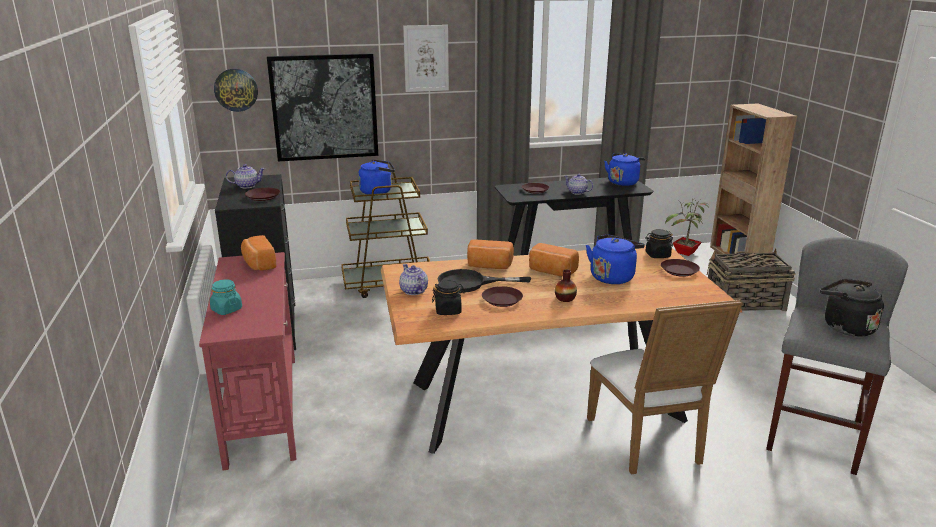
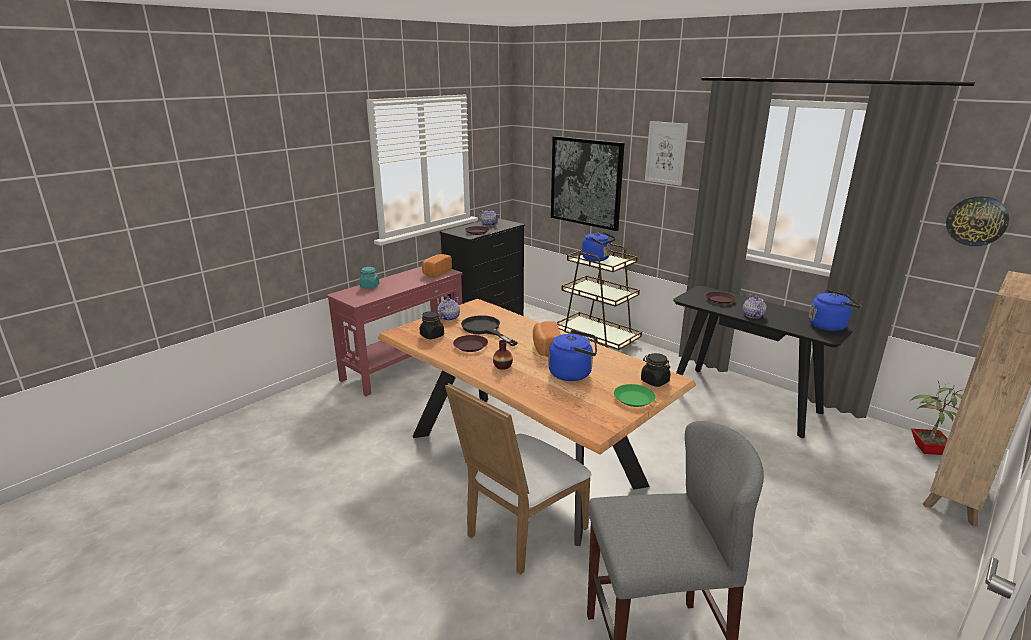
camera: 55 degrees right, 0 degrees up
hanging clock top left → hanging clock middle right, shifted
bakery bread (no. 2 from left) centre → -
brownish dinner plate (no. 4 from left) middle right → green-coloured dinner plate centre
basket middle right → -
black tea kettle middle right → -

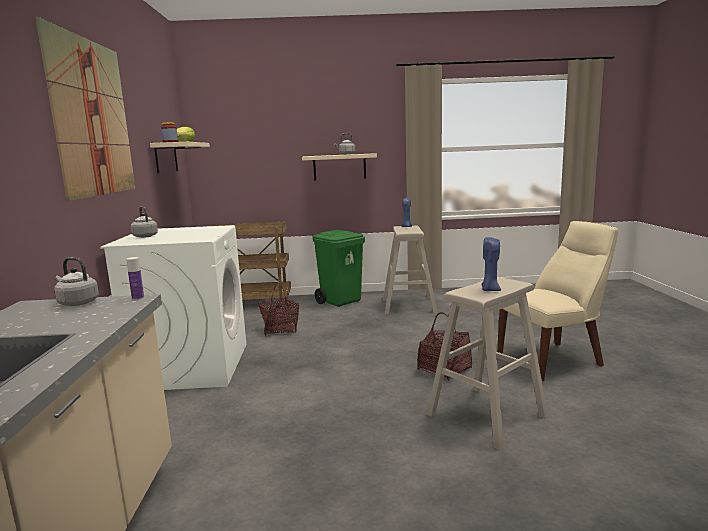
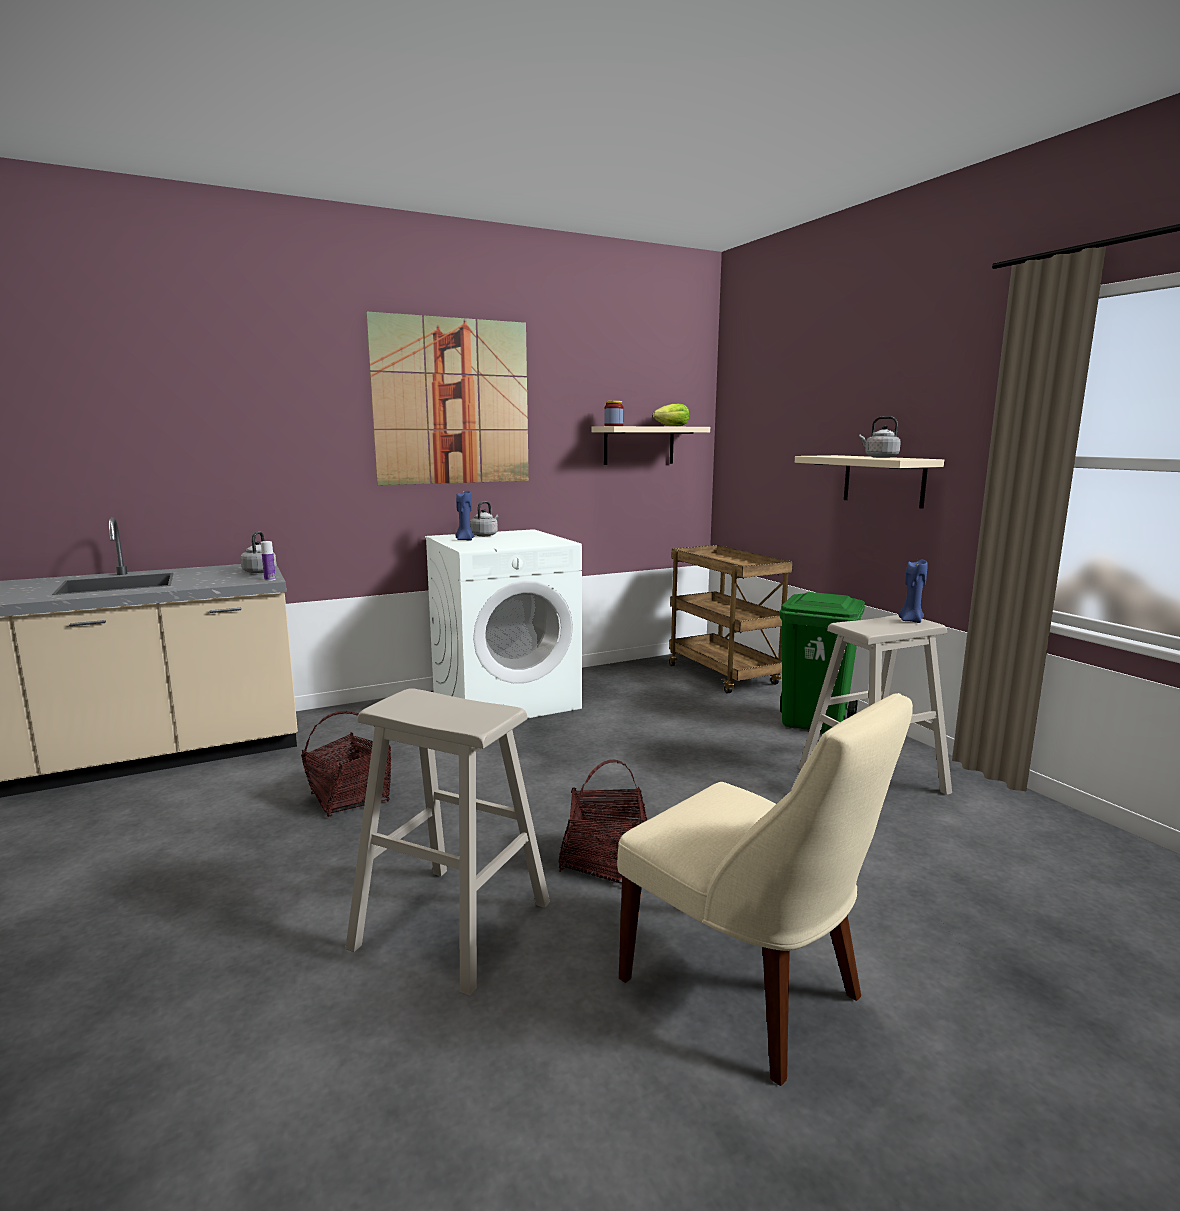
camera: 65 degrees right, 0 degrees up
basket (no. 1 from left) centre → basket (no. 1 from left) middle left, shifted
blue wax light (no. 2 from left in the first image) middle right → blue wax light (no. 1 from left) centre, shifted

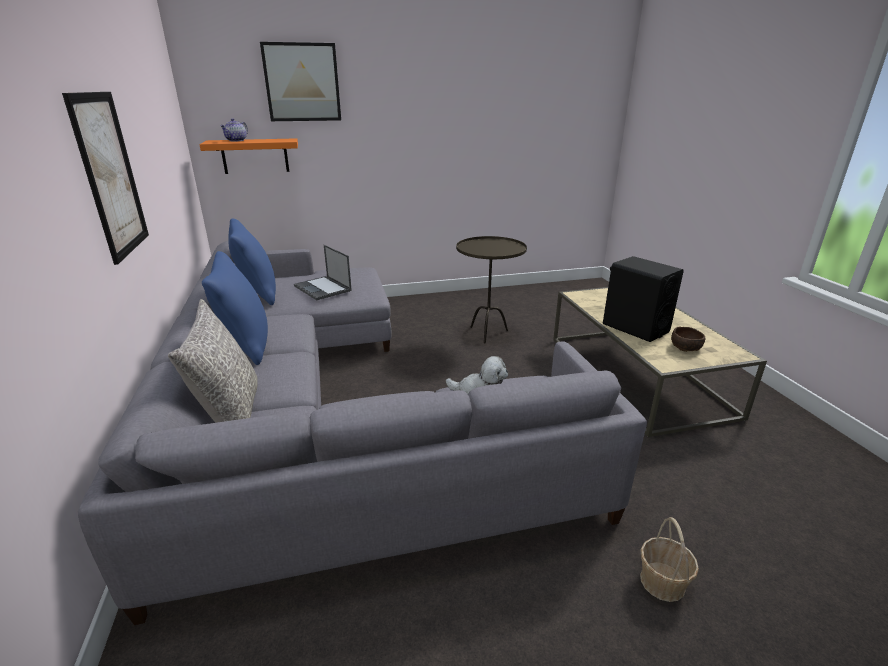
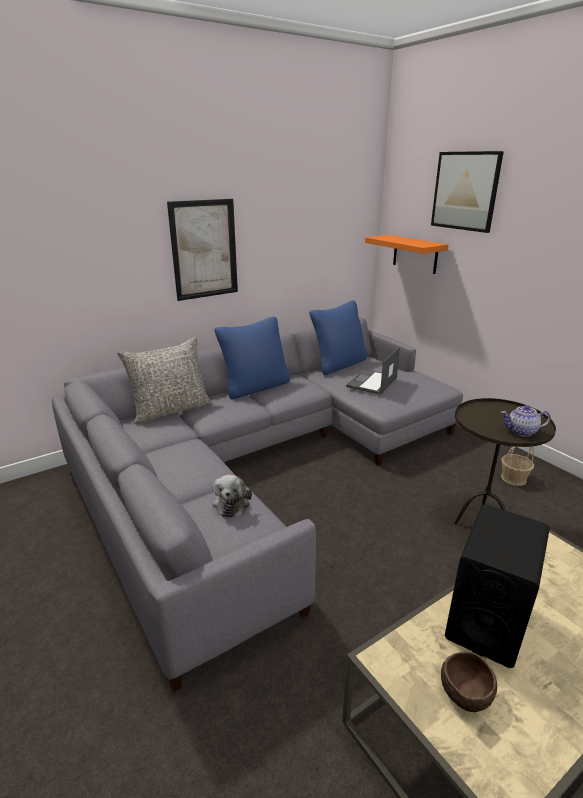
camera: 70 degrees right, 0 degrees up
teapot top left → teapot middle right, shifted
basket bottom right → basket middle right, shifted

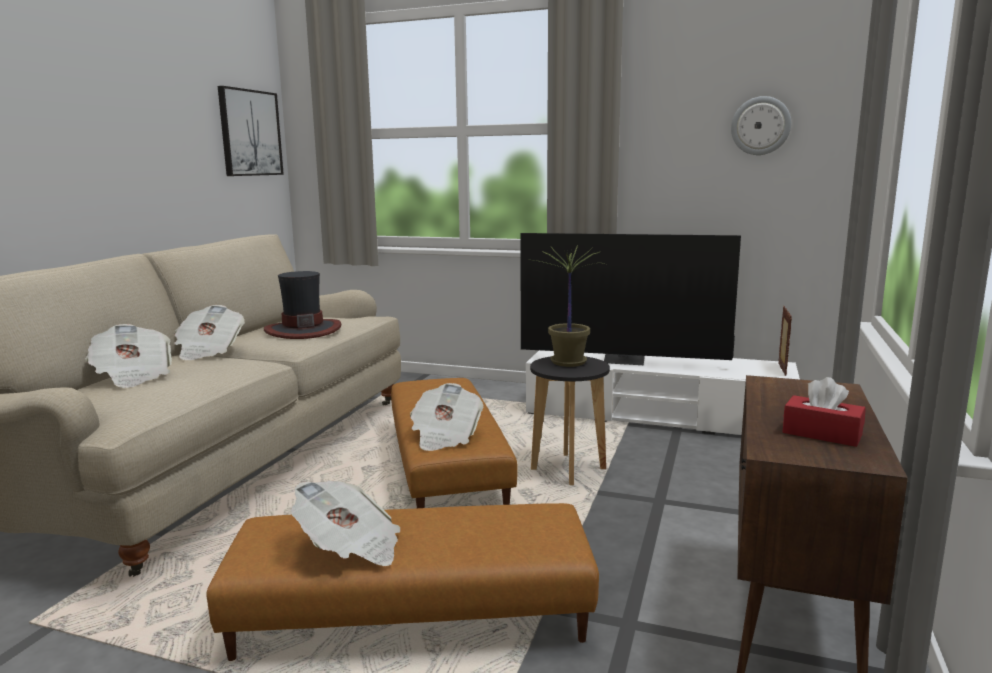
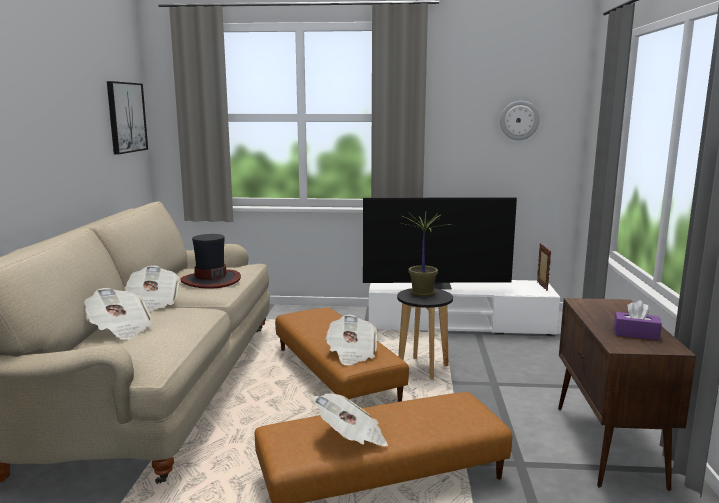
camera: 15 degrees left, 0 degrees up
red-coloured tissue holder middle right → purple-coloured tissue holder middle right

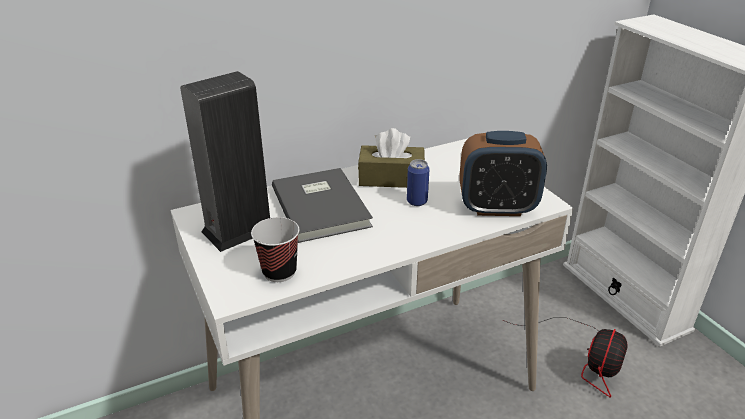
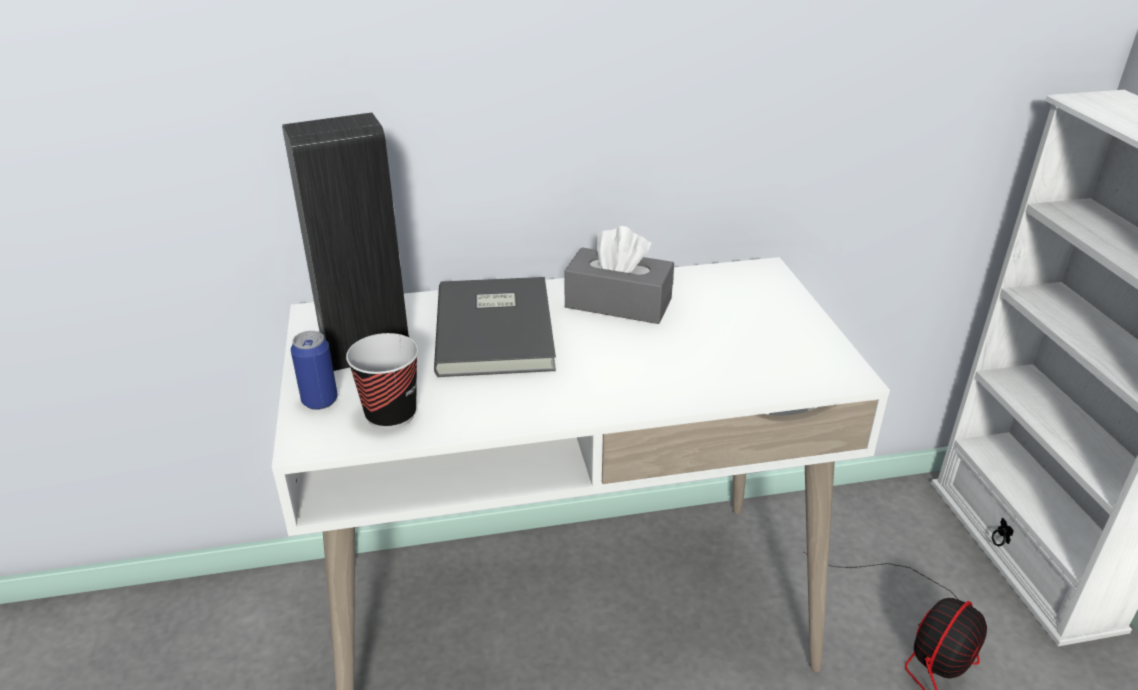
camera: 15 degrees right, 0 degrees up
brownish tissue holder centre → greyish tissue holder centre
sealed can centre → sealed can middle left, shifted
table clock middle right → -

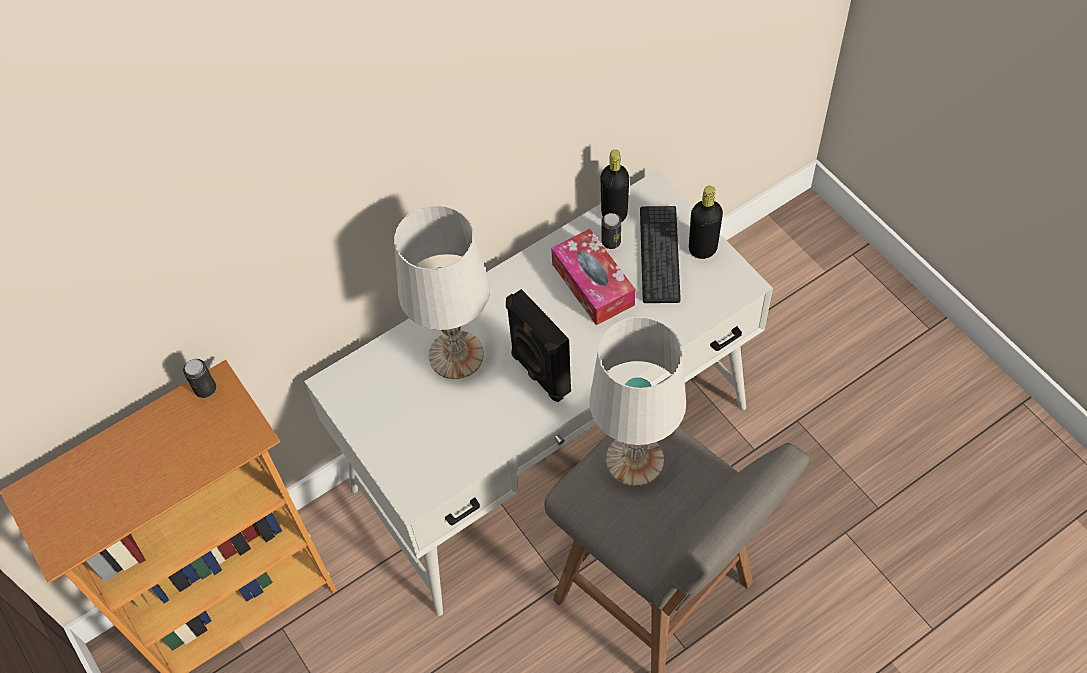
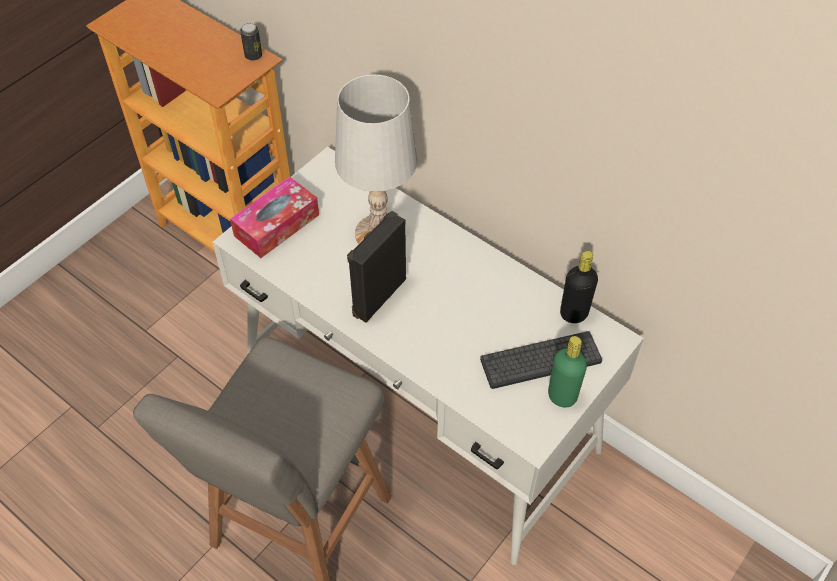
camera: 70 degrees right, 5 degrees down
tissue holder centre → tissue holder middle left, shifted
white table lamp (no. 2 from left) centre → -
sealed can (no. 2 from left) centre → -
black drink bottle (no. 2 from left) top centre → green-coloured drink bottle middle right

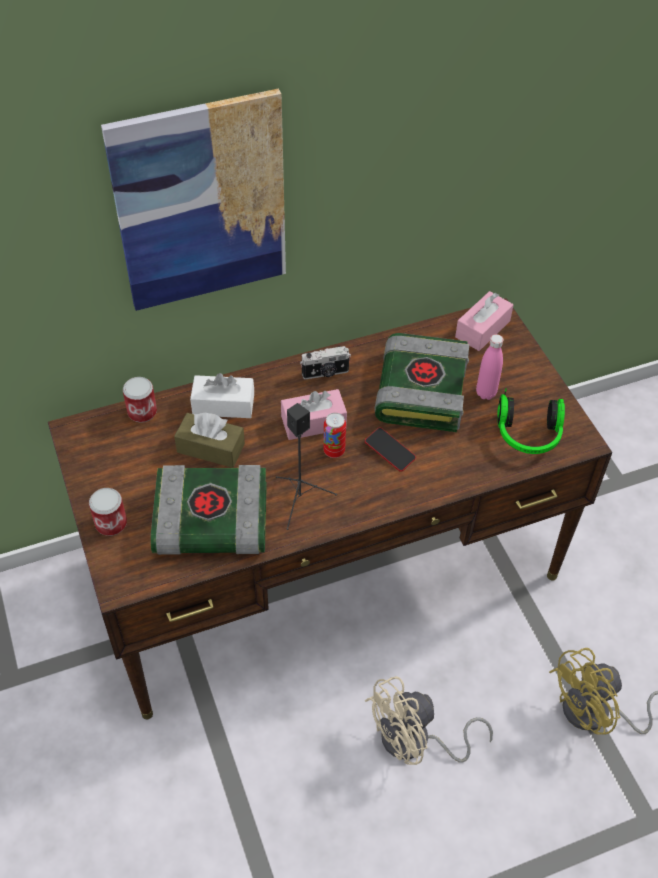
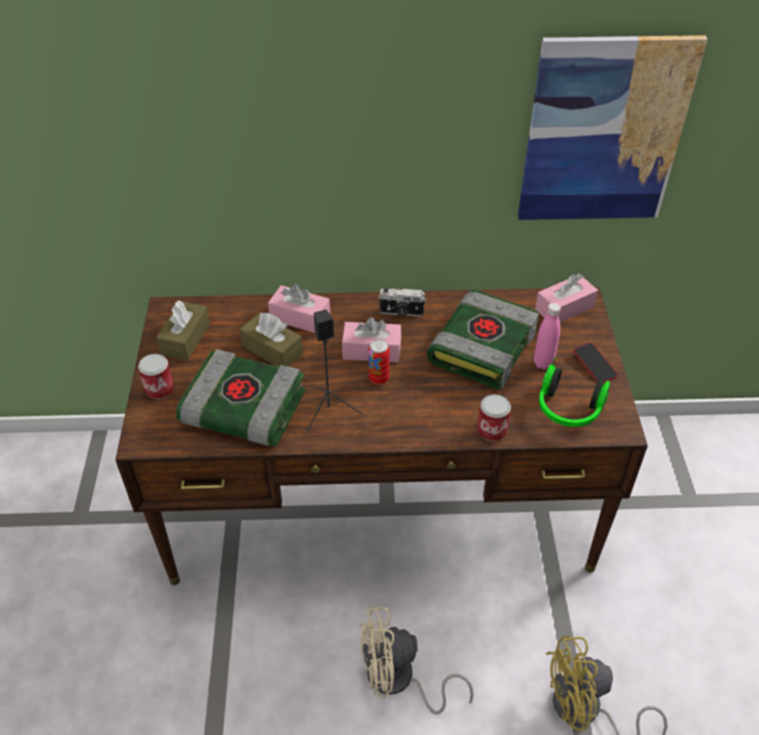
camera: 20 degrees right, 5 degrees down
picture top left → picture top right, shifted
sealed can (no. 2 from left in the first image) middle left → sealed can (no. 3 from left) centre, shifted
white tissue holder centre → pink tissue holder (no. 1 from left) centre
handset centre → handset middle right, shifted
- → brownish tissue holder (no. 1 from left) middle left

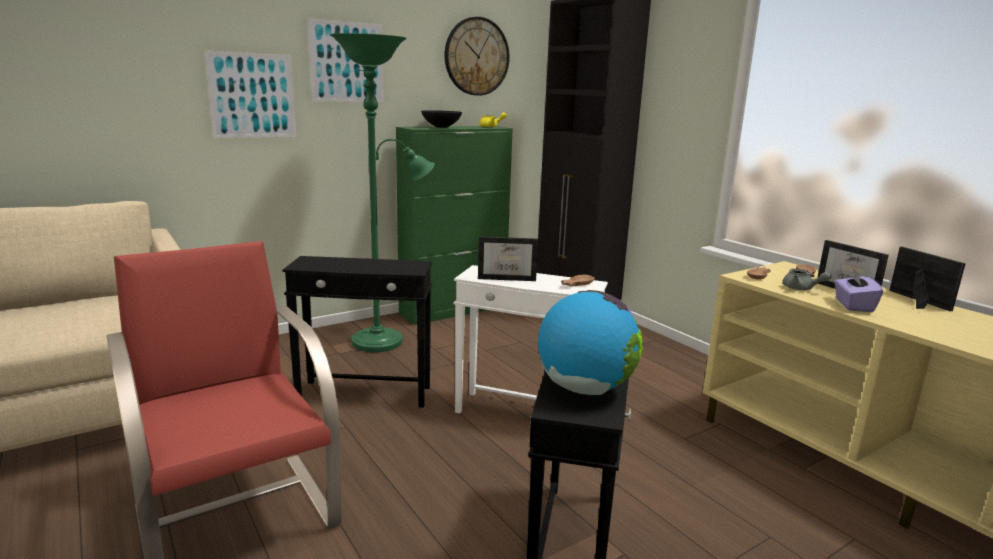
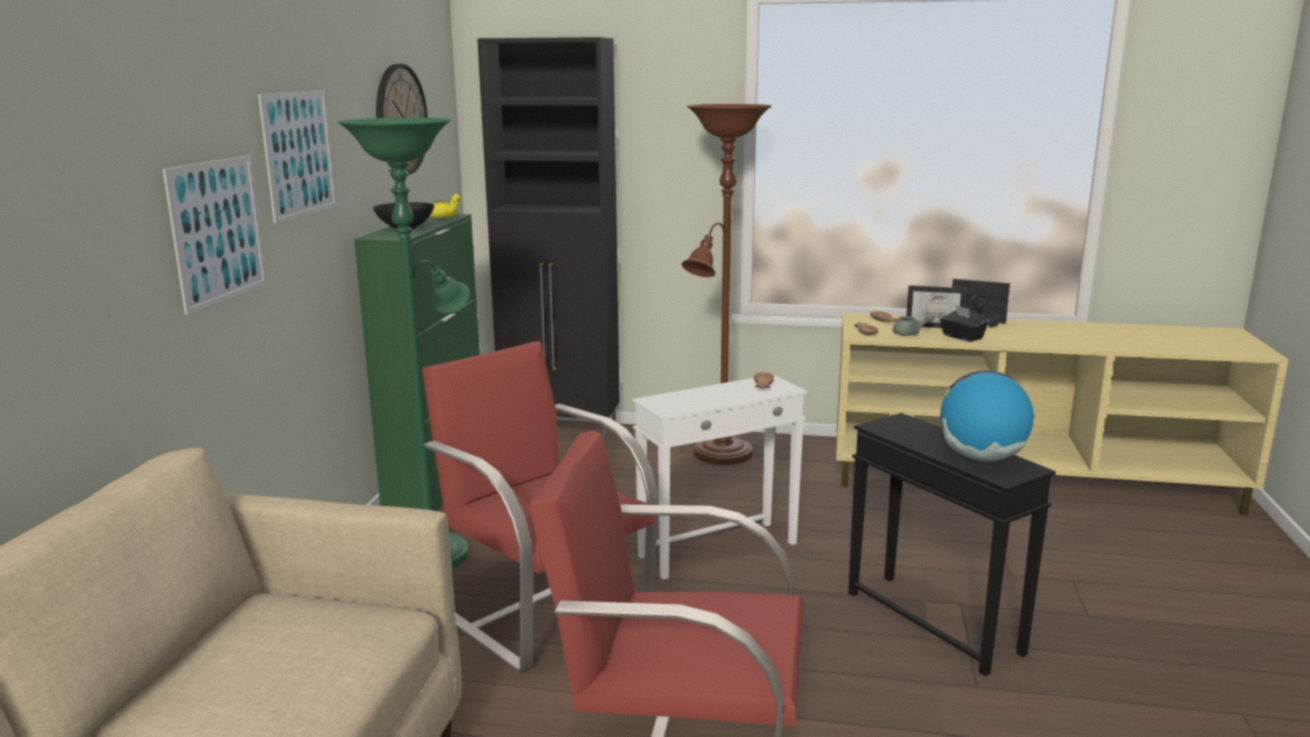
camera: 45 degrees left, 0 degrees up
black side table (no. 1 from left) centre → red-coloured armchair (no. 1 from left) bottom centre
standing frame (no. 1 from left) centre → -
purple-coloured tissue holder middle right → black tissue holder middle right
- → brownish floor lamp centre

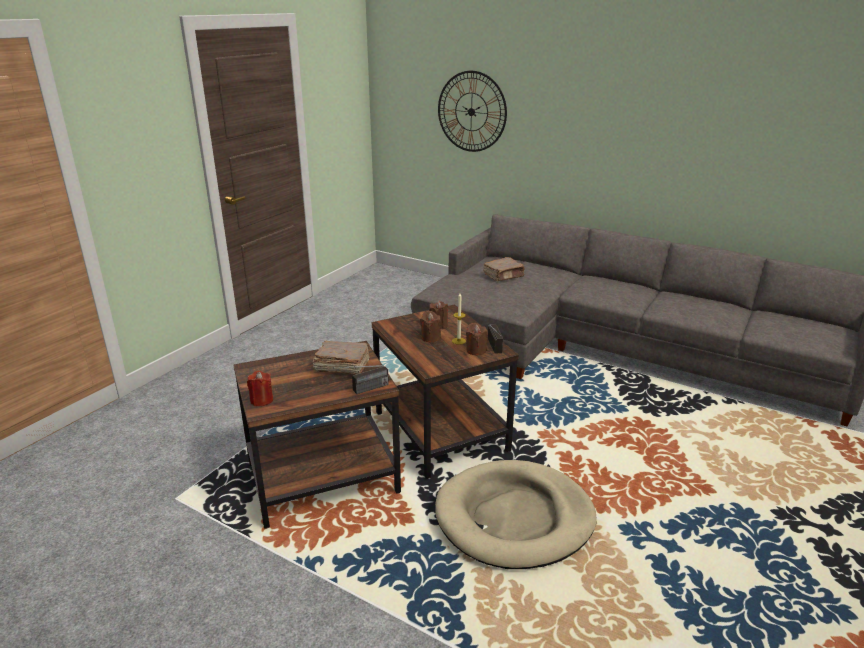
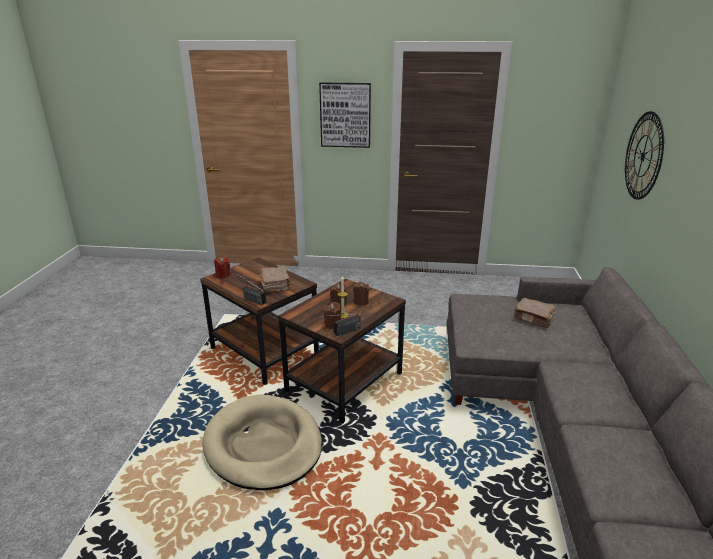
camera: 65 degrees right, 0 degrees up
- → picture top centre

